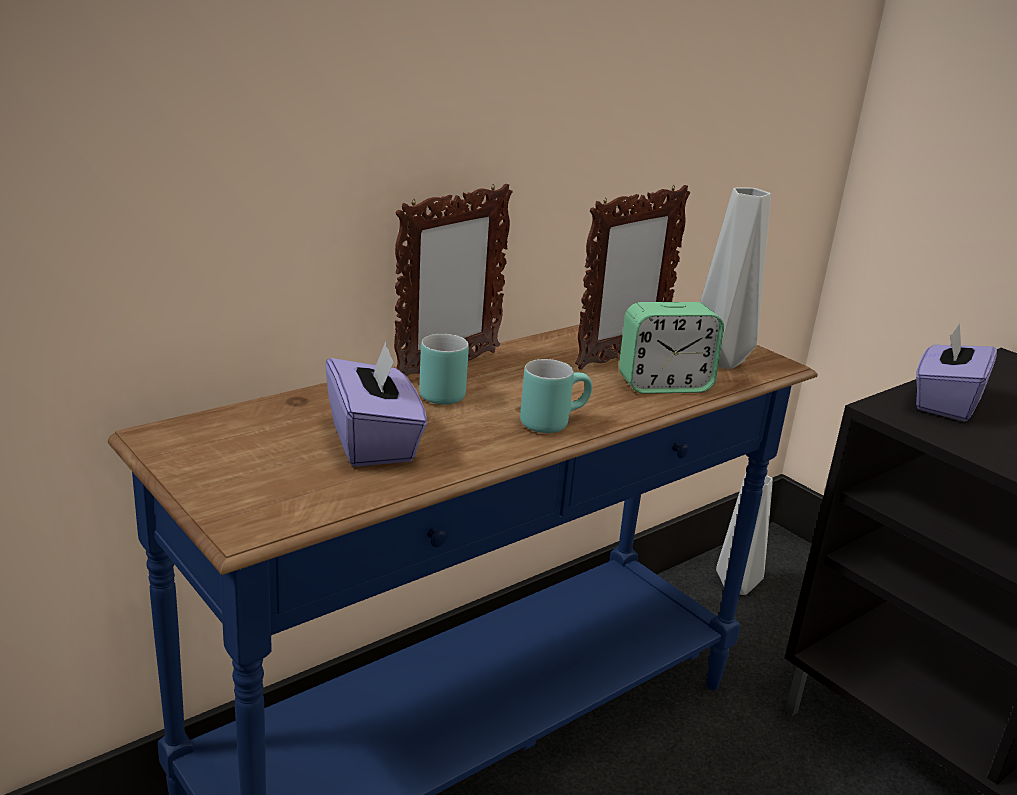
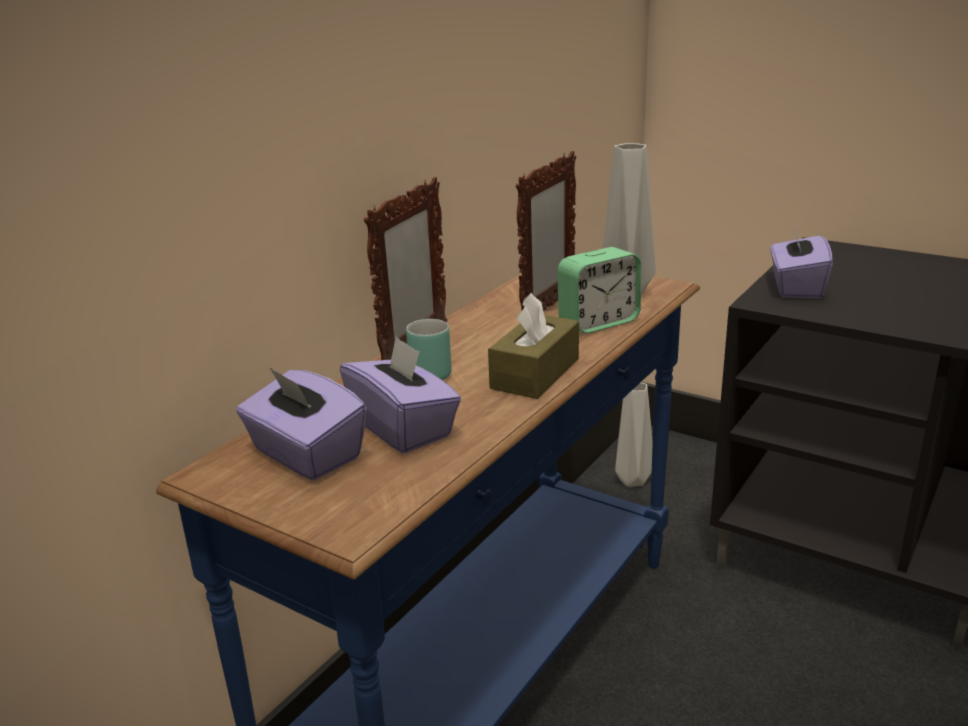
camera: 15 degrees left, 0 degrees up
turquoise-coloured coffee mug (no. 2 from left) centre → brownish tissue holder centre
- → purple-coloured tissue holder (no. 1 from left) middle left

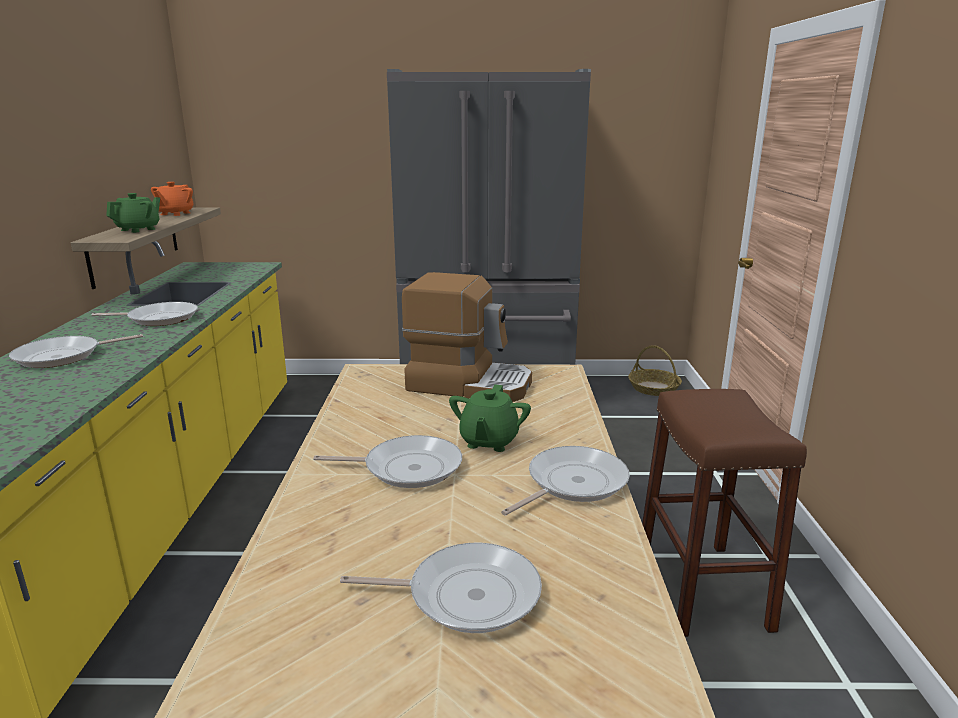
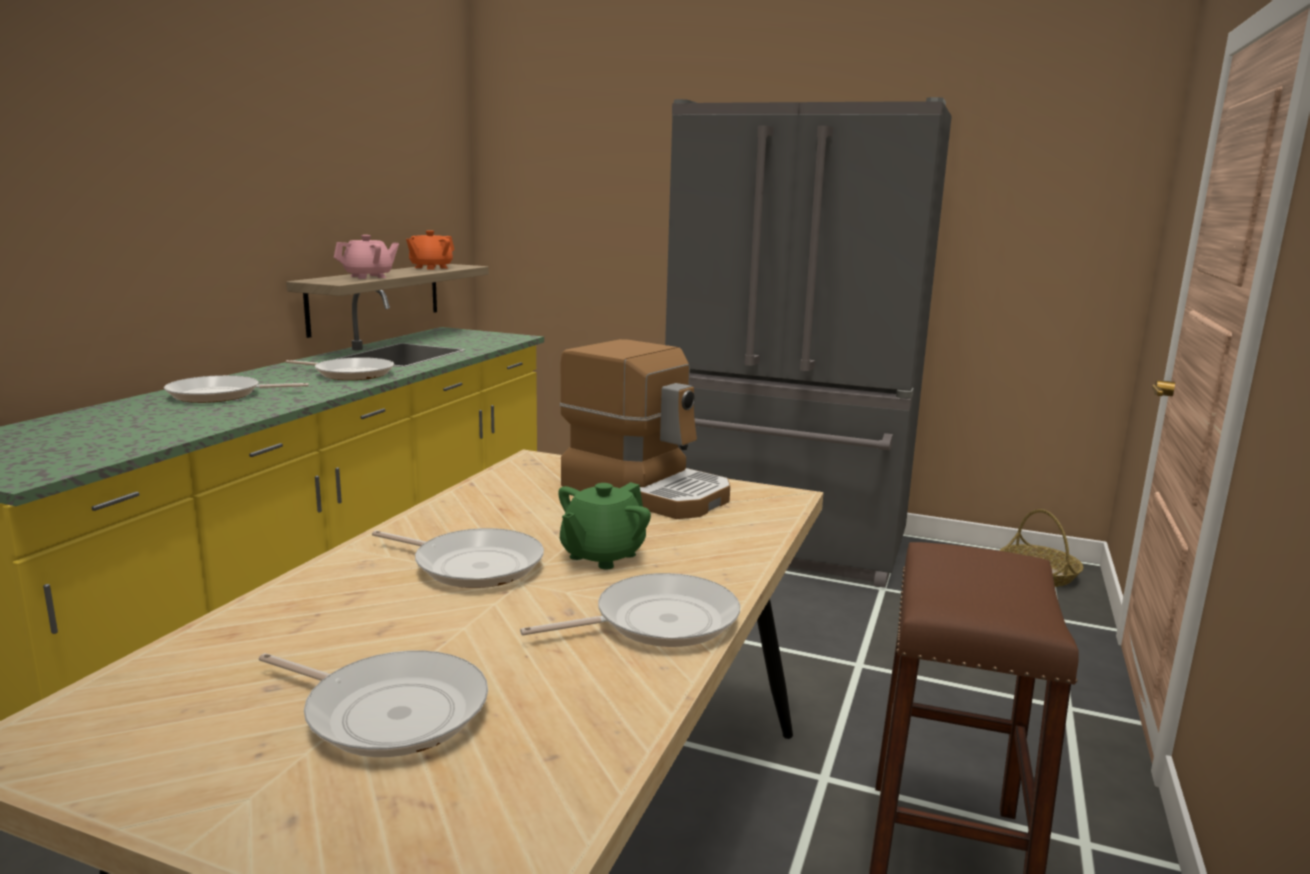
camera: 20 degrees right, 5 degrees down
green-coloured teapot (no. 1 from left) top left → pink teapot top left

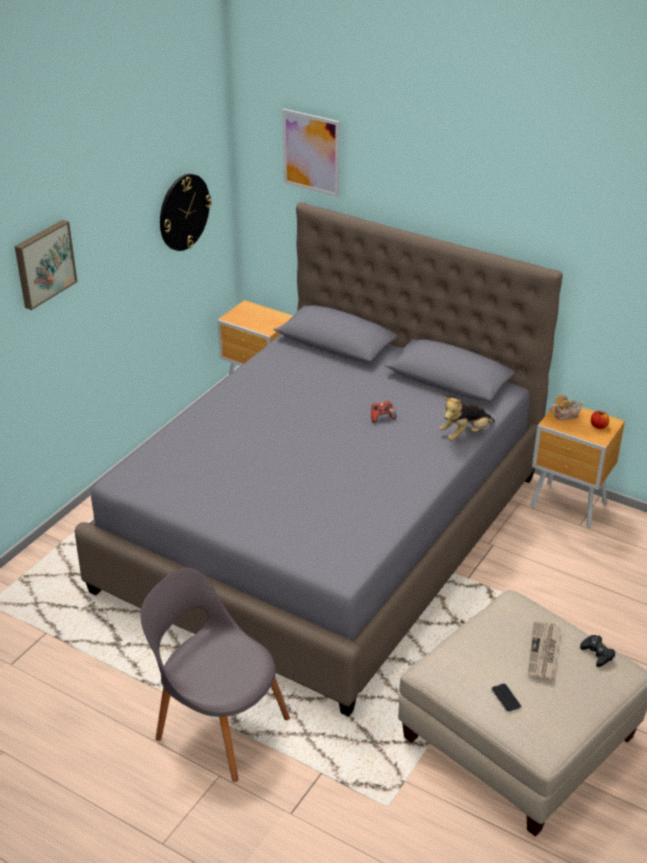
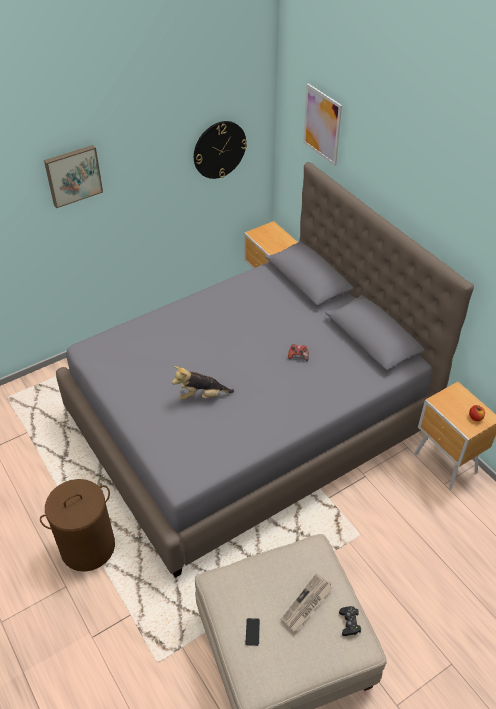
camera: 25 degrees right, 10 degrees up
greyish upright chair bottom left → brownish hamper bottom left
soft toy middle right → soft toy centre, shifted
teapot middle right → -

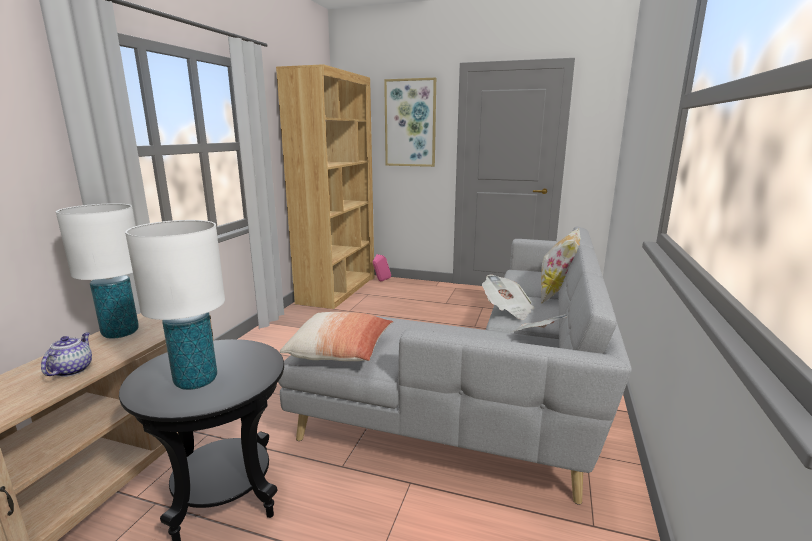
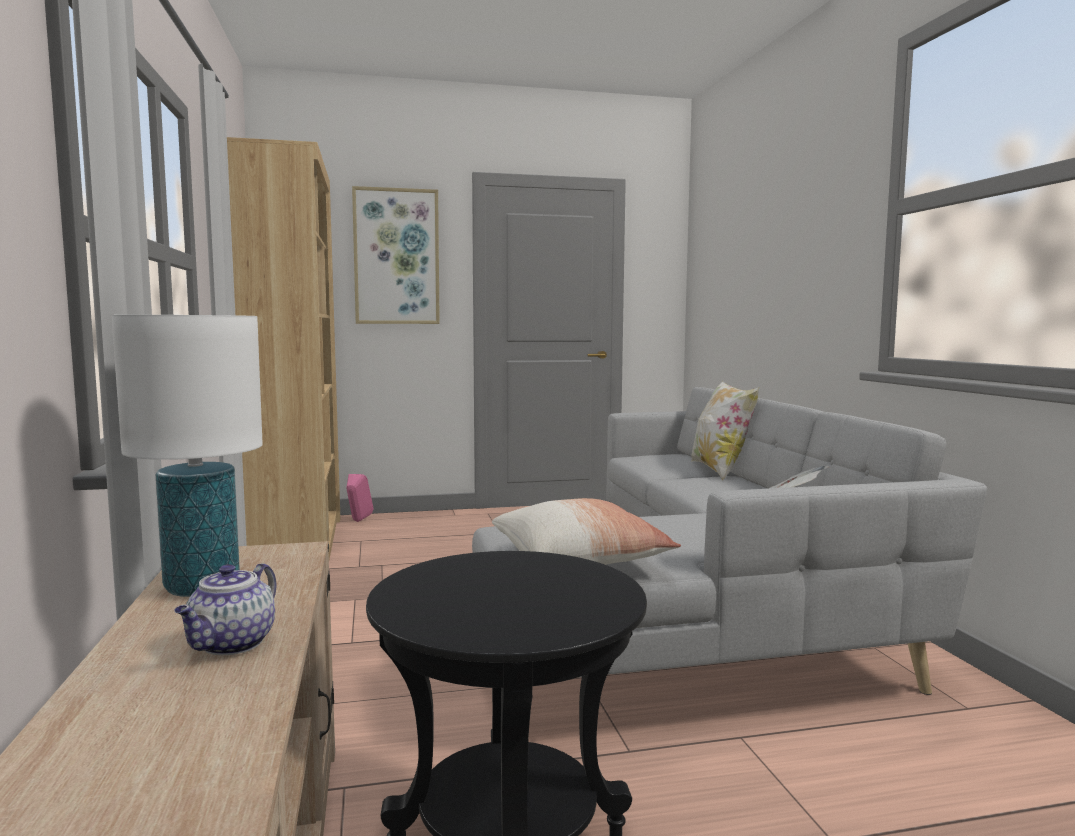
camera: 30 degrees left, 10 degrees down
teapot middle left → teapot bottom left, 135 degrees counterclockwise
white table lamp (no. 2 from left) middle left → -
daily paper (no. 1 from left) centre → -

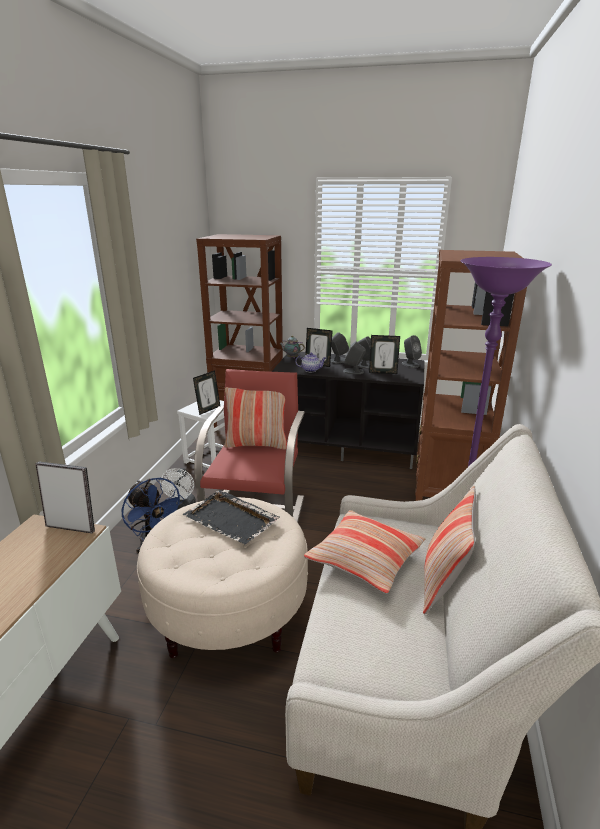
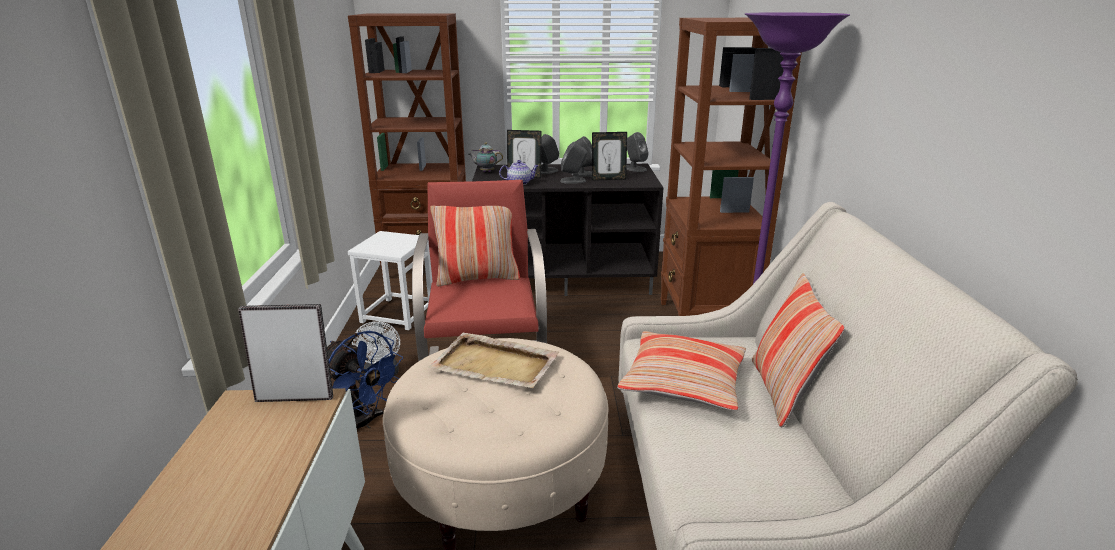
camera: 15 degrees left, 0 degrees up
black serving tray centre → beige-coloured serving tray centre
standing frame (no. 2 from left) centre → -

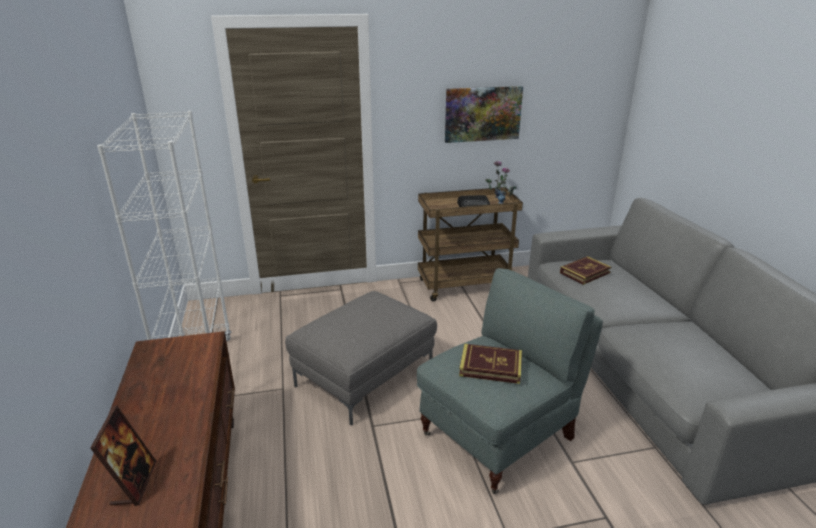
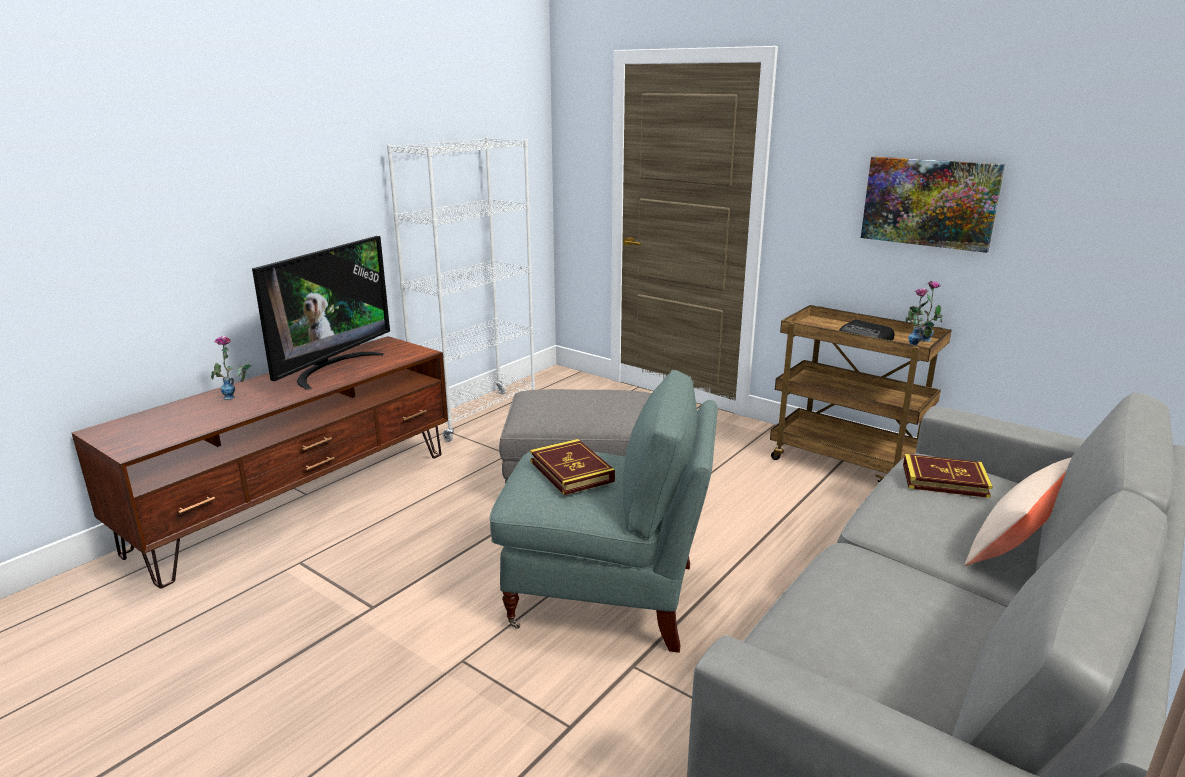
camera: 50 degrees right, 5 degrees down
standing frame bottom left → flower vase (no. 1 from left) middle left
- → TV set middle left
- → beige-coloured throw pillow middle right

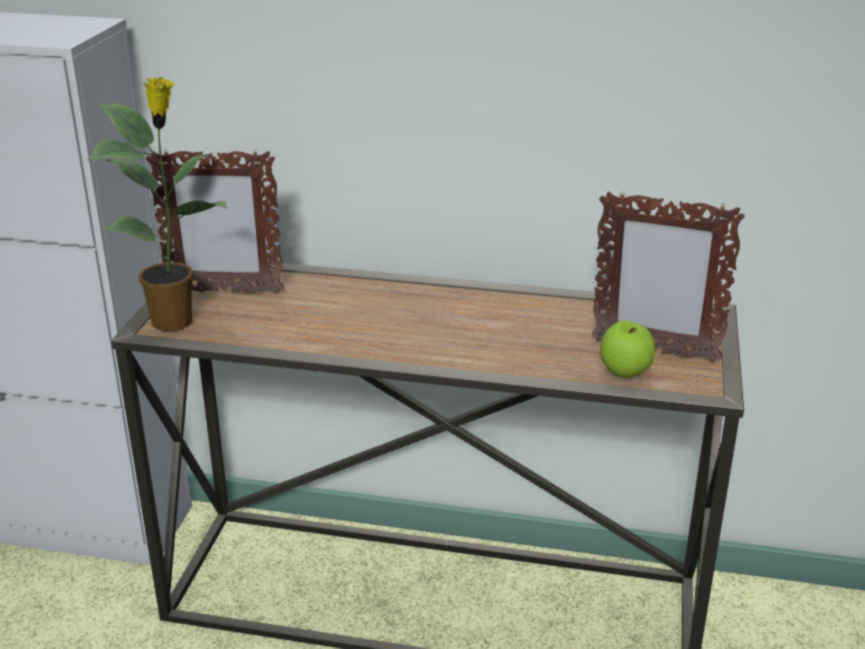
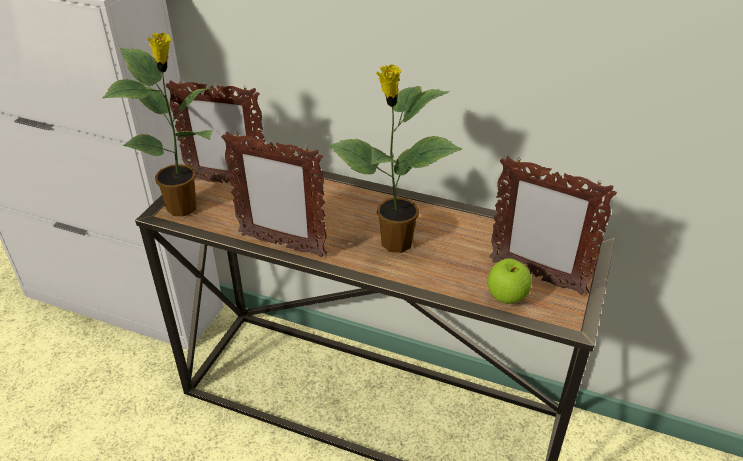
camera: 10 degrees right, 10 degrees up
- → standing frame (no. 2 from left) centre
- → potted plant (no. 2 from left) centre

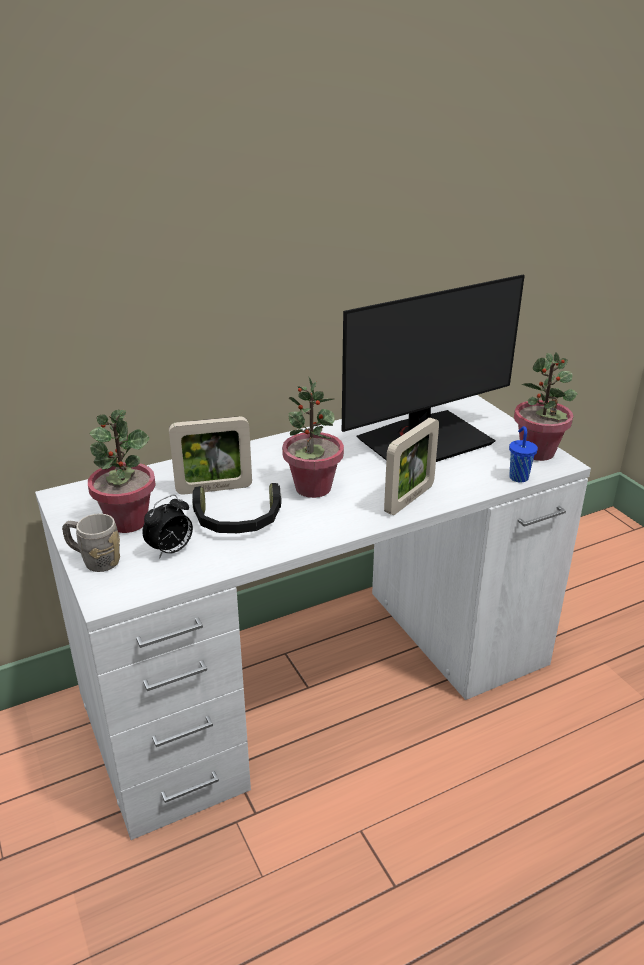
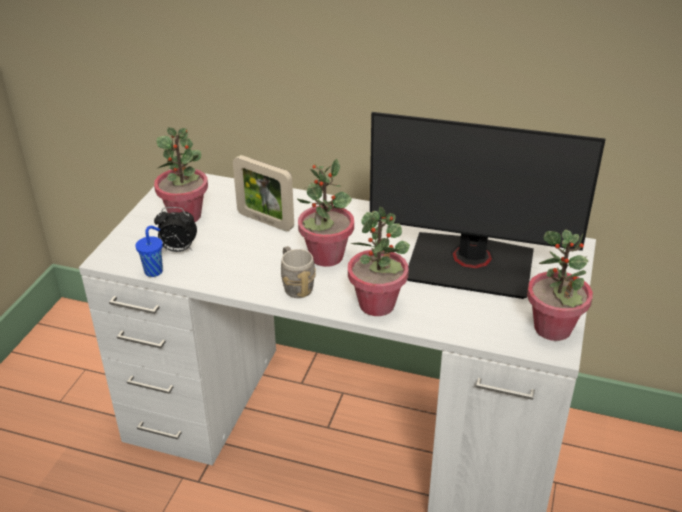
camera: 45 degrees right, 5 degrees up
greyish coffee mug middle left → greyish coffee mug centre, shifted
black pair of headphones centre → -
standing frame (no. 2 from left) centre → potted plant (no. 3 from left) centre
blue drinking cup middle right → blue drinking cup middle left, shifted

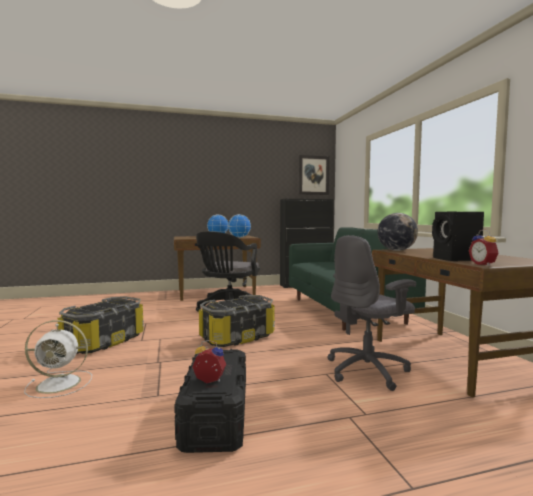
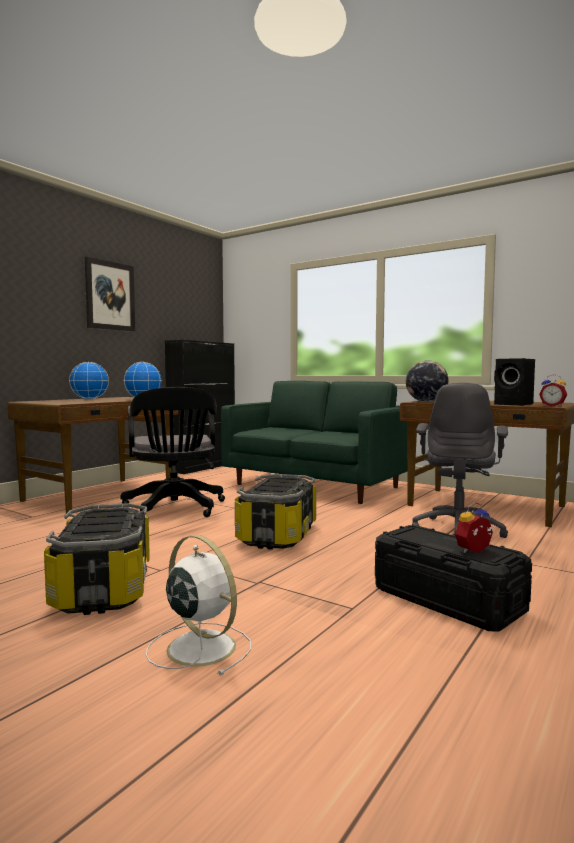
camera: 40 degrees left, 0 degrees up
white cooling fan bottom left → white cooling fan bottom centre, 90 degrees counterclockwise
picture centre → picture middle left, shifted

